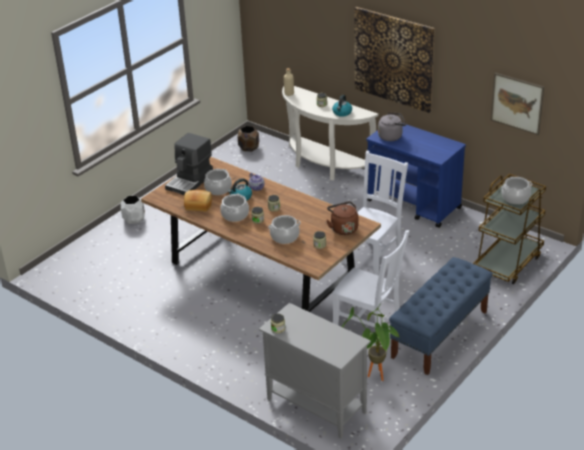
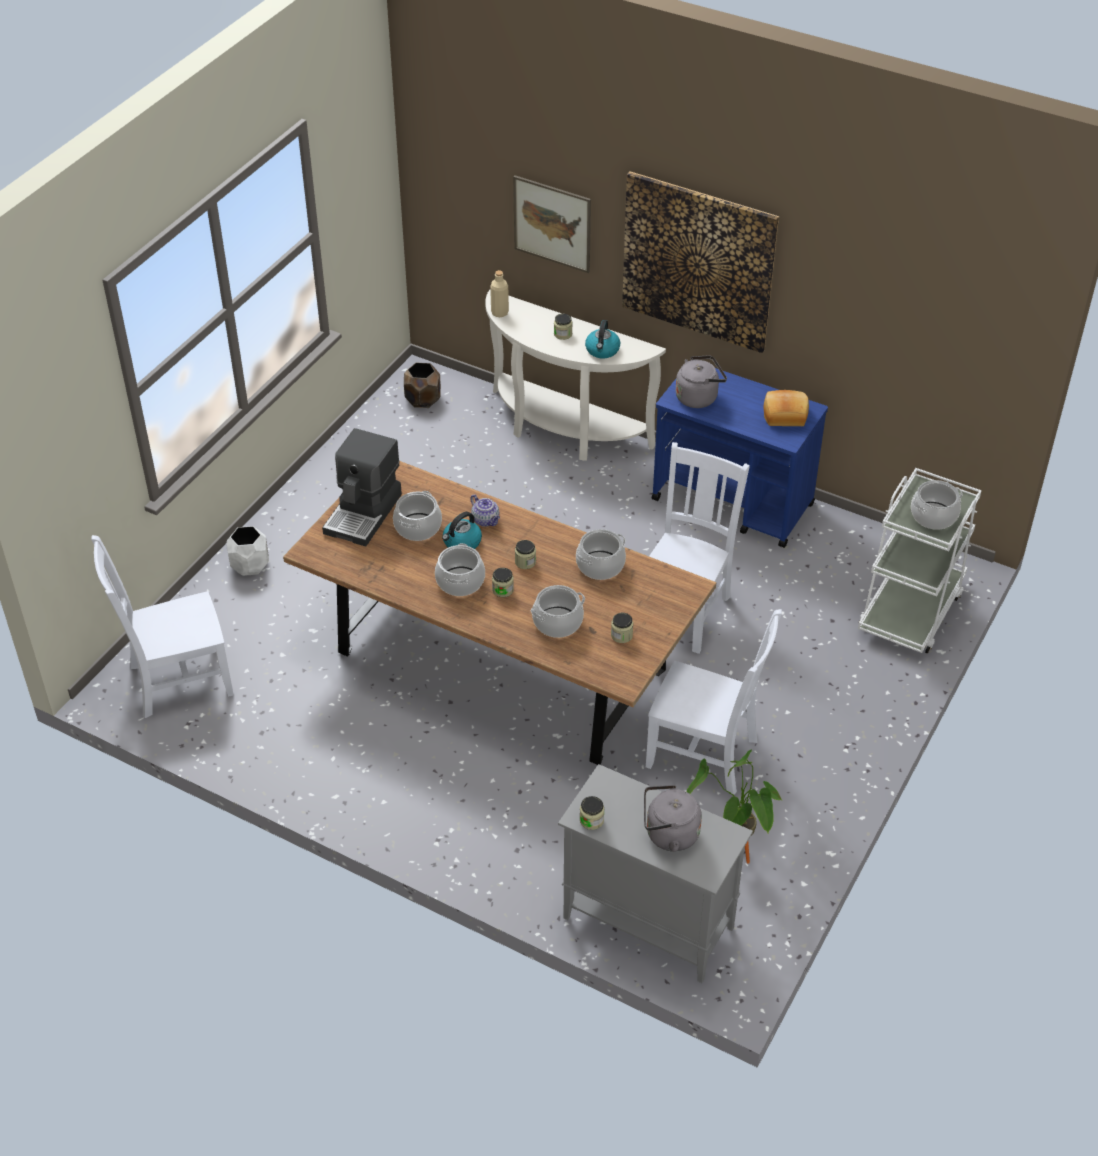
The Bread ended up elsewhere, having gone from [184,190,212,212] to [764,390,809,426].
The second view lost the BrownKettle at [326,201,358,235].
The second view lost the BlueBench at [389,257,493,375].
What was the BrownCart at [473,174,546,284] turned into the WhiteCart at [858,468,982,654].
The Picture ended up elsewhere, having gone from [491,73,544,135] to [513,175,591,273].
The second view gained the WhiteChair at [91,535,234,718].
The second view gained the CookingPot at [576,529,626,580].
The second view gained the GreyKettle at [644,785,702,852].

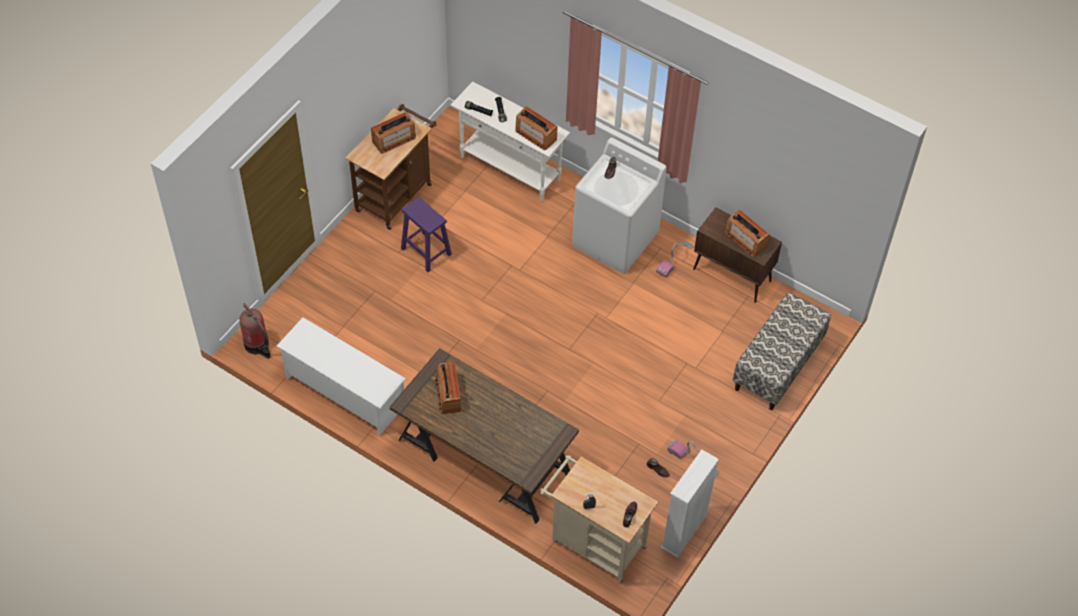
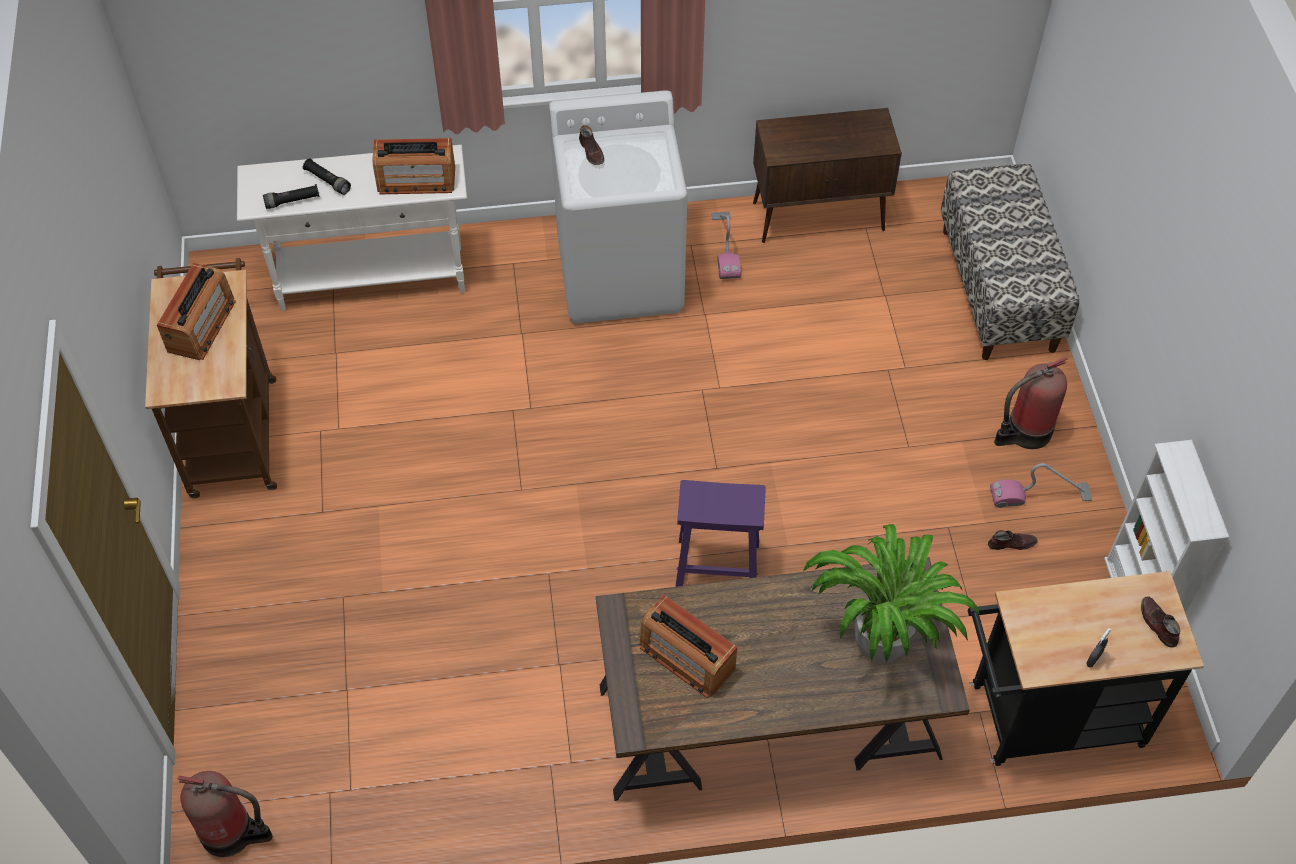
The second view lost the WhiteShoeRack at [276,317,406,436].
The PurpleStool ended up elsewhere, having gone from [401,197,452,272] to [675,480,766,587].
What was the BeigeCart at [540,455,658,583] turned into the BlackCart at [968,571,1204,766].
The second view lost the Radio at [725,209,770,257].
The second view gained the PottedPlant at [803,524,979,662].
The second view gained the FireExtinguisher at [994,357,1068,449].

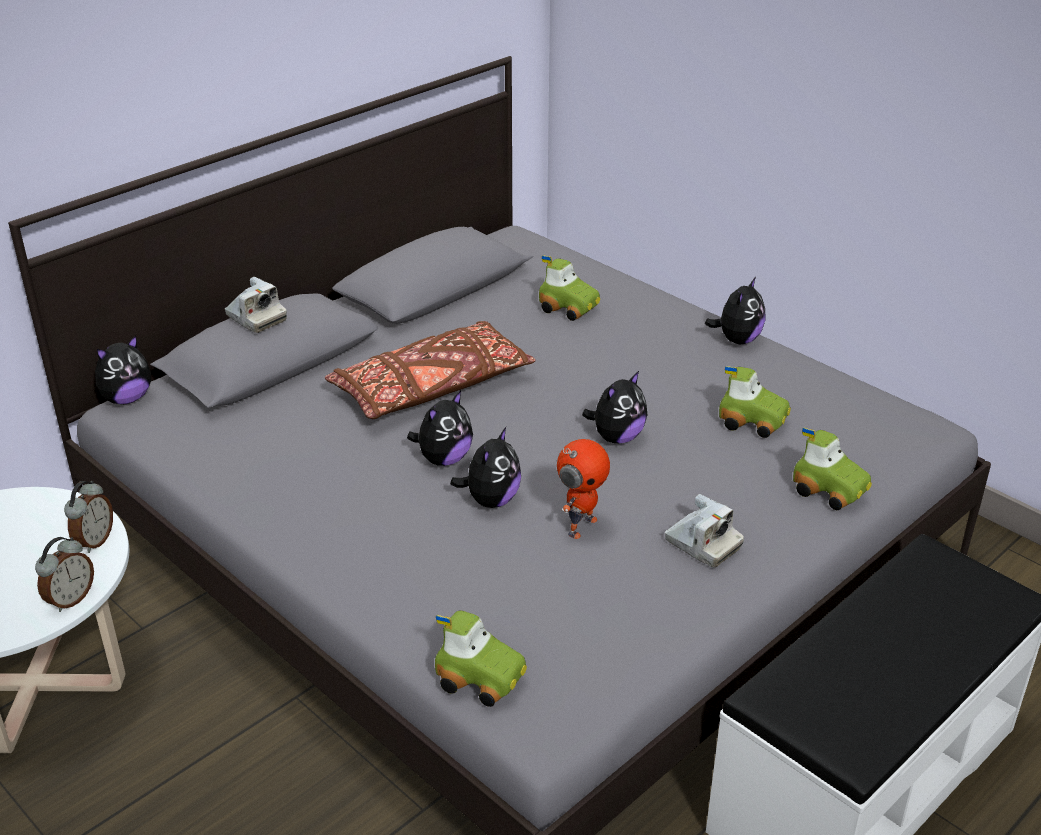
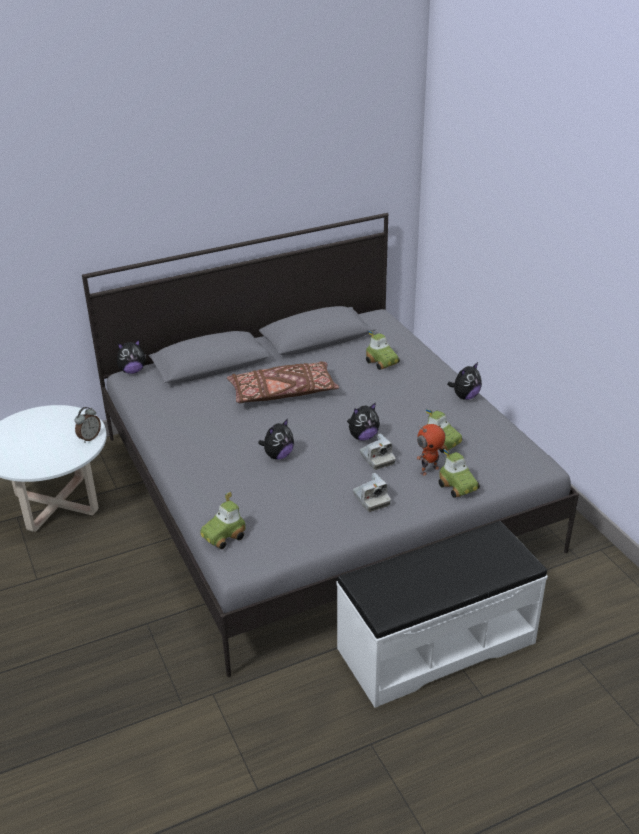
The second view lost the AlarmClock at [35,537,94,612].
The PhotoCamera ended up elsewhere, having gone from [225,277,287,333] to [360,433,396,470].
The second view lost the PlushToy at [407,391,473,466].
The ToyCar at [435,610,527,707] ended up facing another way, 90 degrees clockwise from before.
The ToyRobot ended up elsewhere, having gone from [557,439,610,539] to [416,424,445,476].

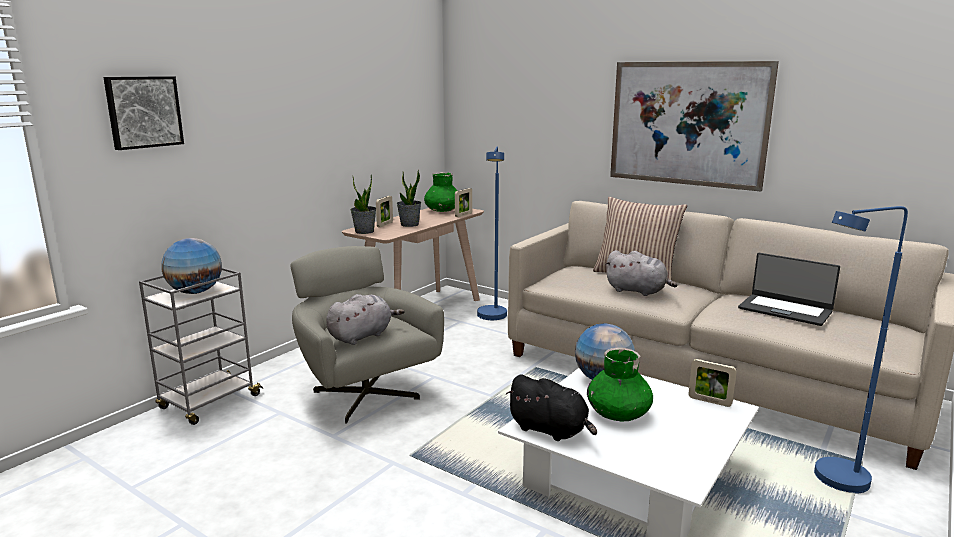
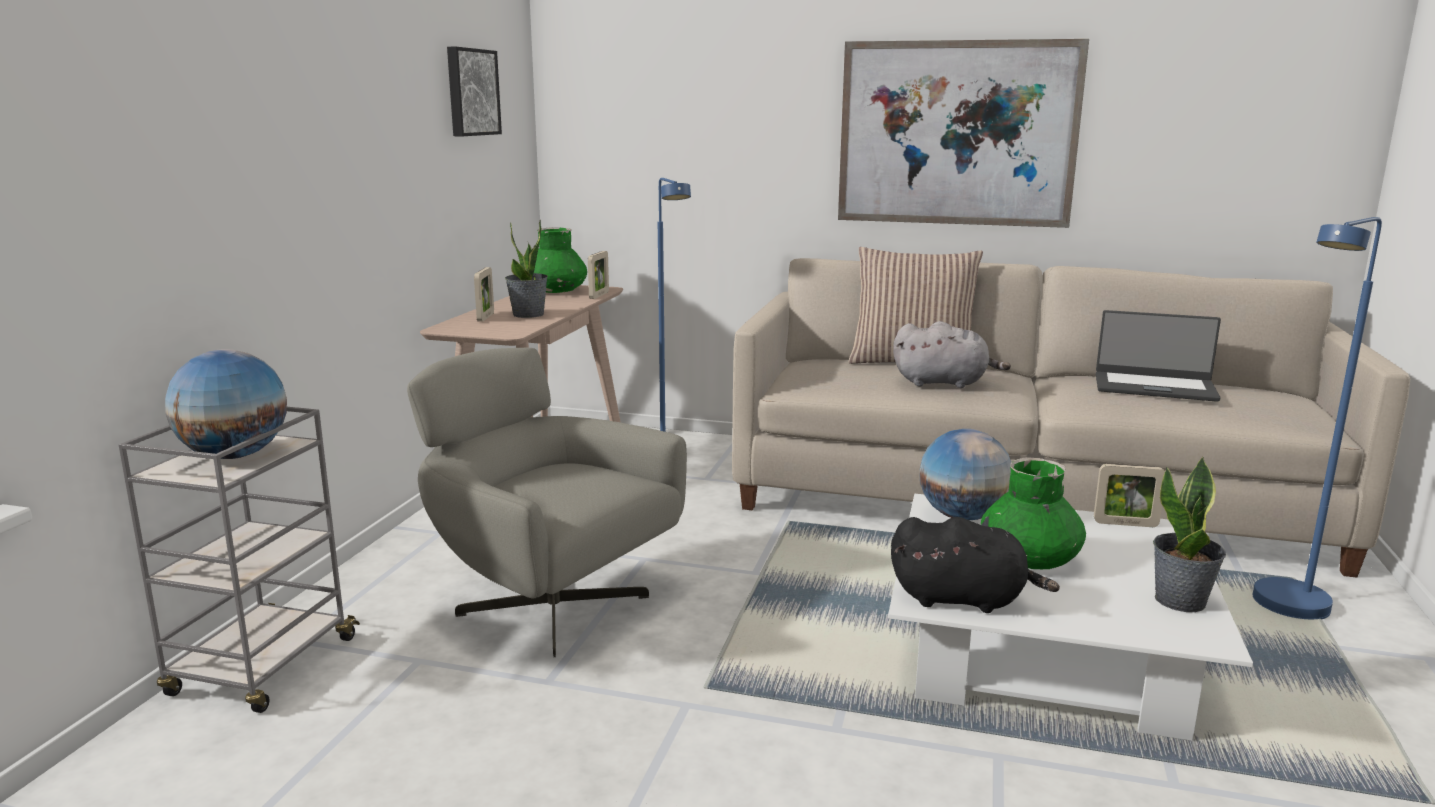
The Picture ended up elsewhere, having gone from [103,76,184,150] to [447,47,502,136].
The second view lost the GreyPlushToy at [326,294,404,345].
The PottedPlant ended up elsewhere, having gone from [350,174,377,234] to [1153,457,1226,612].

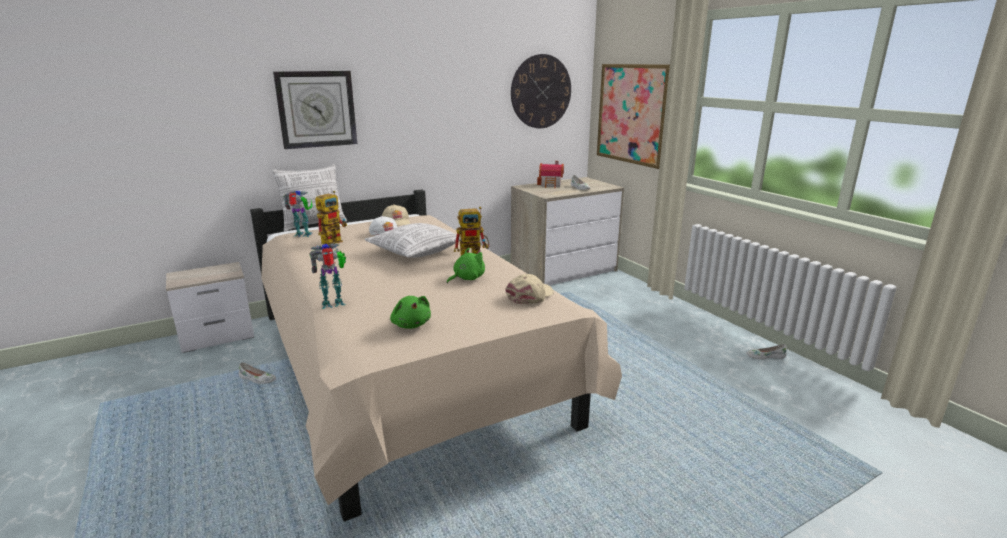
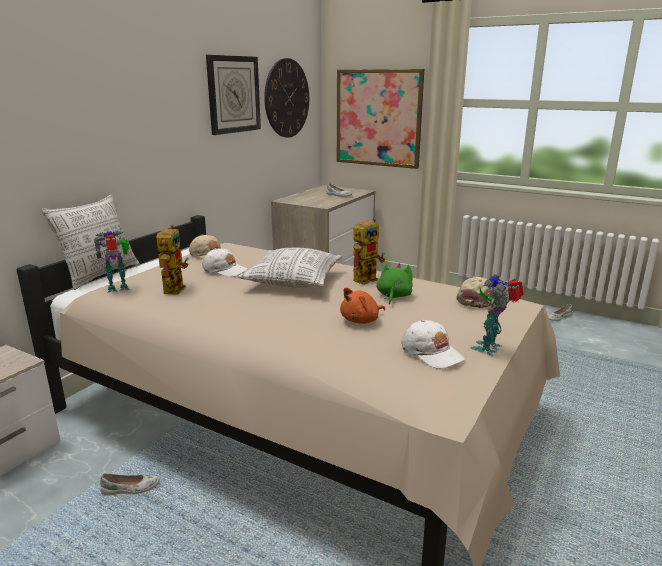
The WallClock ended up elsewhere, having gone from [273,71,357,149] to [206,55,261,135].
The ToyRobot ended up elsewhere, having gone from [309,243,346,309] to [471,274,524,356].
Where the GreenPlushToy stood at [390,296,431,329], the WhiteCap came to stand at [401,320,465,369].
The second view lost the ToyHouse at [537,161,564,188].
The second view gained the OrangePlushToy at [340,287,385,324].

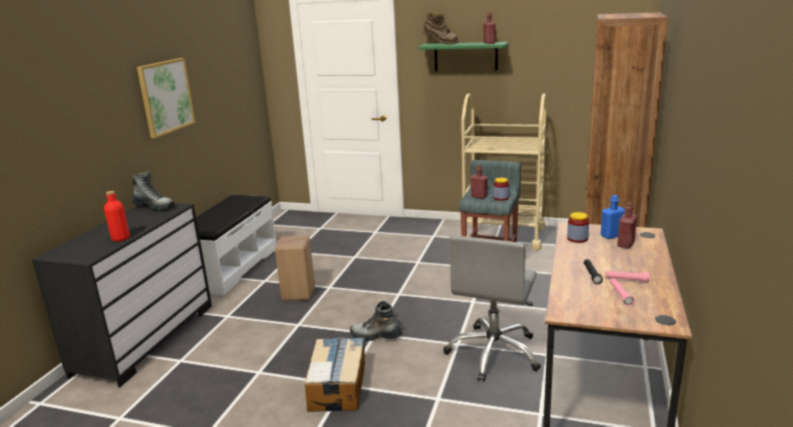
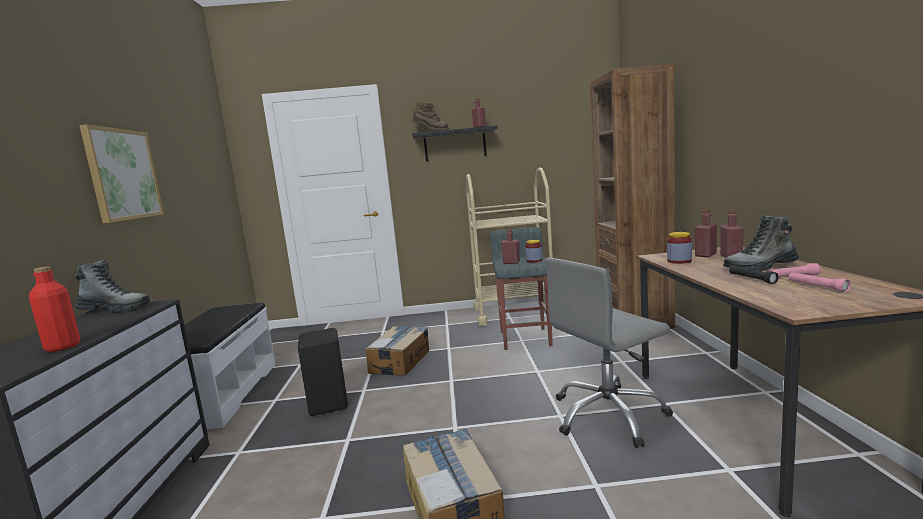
What was the BeigeStool at [275,235,315,301] turned into the BlackStool at [298,328,348,416].
The Boot ended up elsewhere, having gone from [350,301,402,341] to [723,215,799,272].
What was the GreenShelf at [418,42,509,71] turned into the BlackShelf at [412,126,498,161].
The GreyOfficeChair at [443,236,541,382] ended up facing another way, 60 degrees clockwise from before.
What was the BlueBottle at [601,195,625,239] turned into the RedBottle at [695,209,717,257].
The second view gained the CardboardBox at [365,326,429,376].

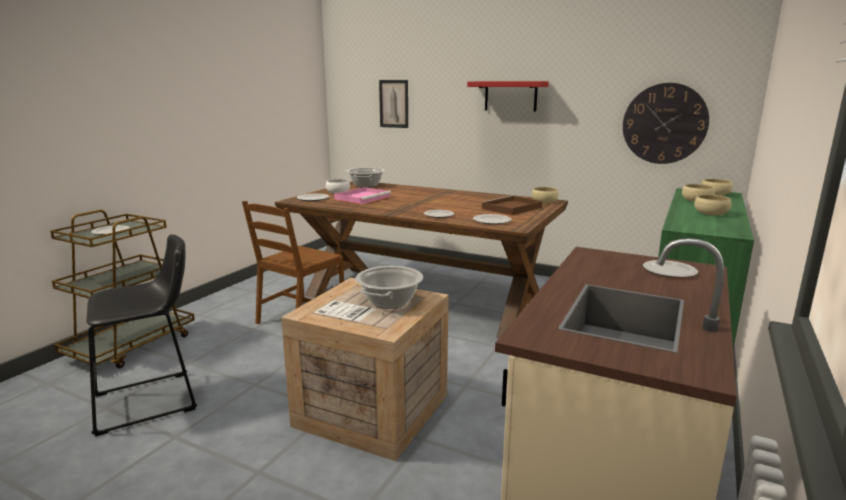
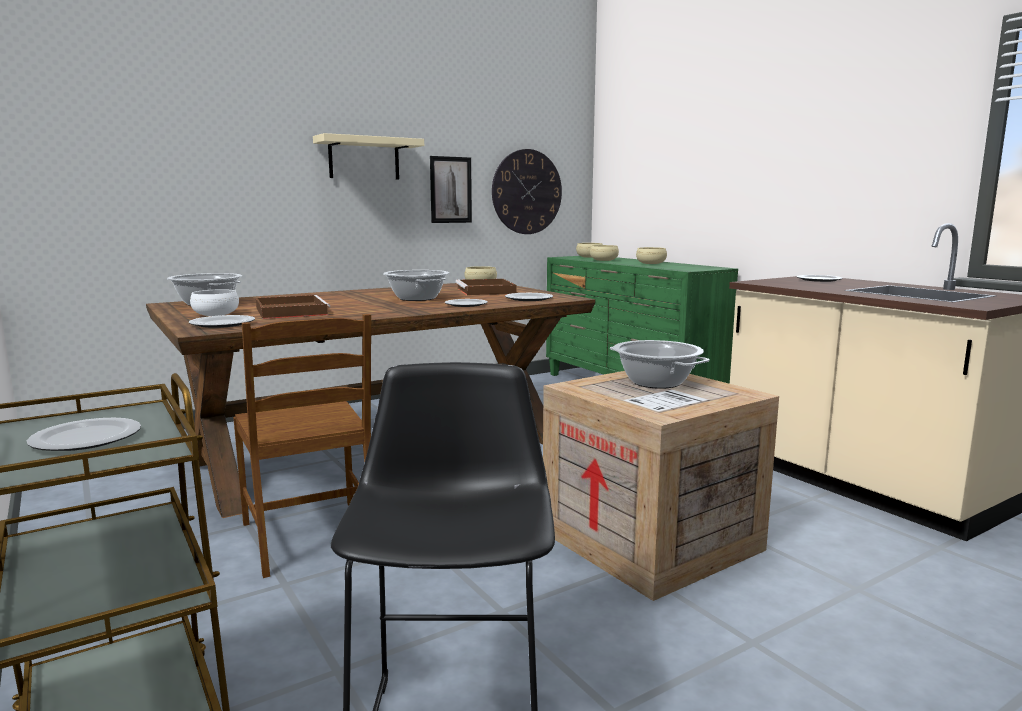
What was the PinkTray at [334,187,391,204] turned into the BrownTray at [256,295,331,319].
The Picture ended up elsewhere, having gone from [379,80,408,128] to [430,156,472,223].
What was the RedShelf at [467,81,549,112] turned into the BeigeShelf at [313,133,424,180].
The second view gained the CookingPot at [383,270,449,301].

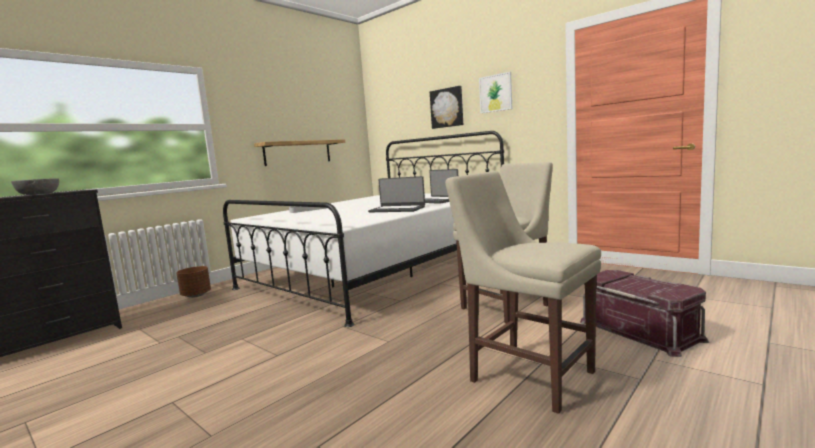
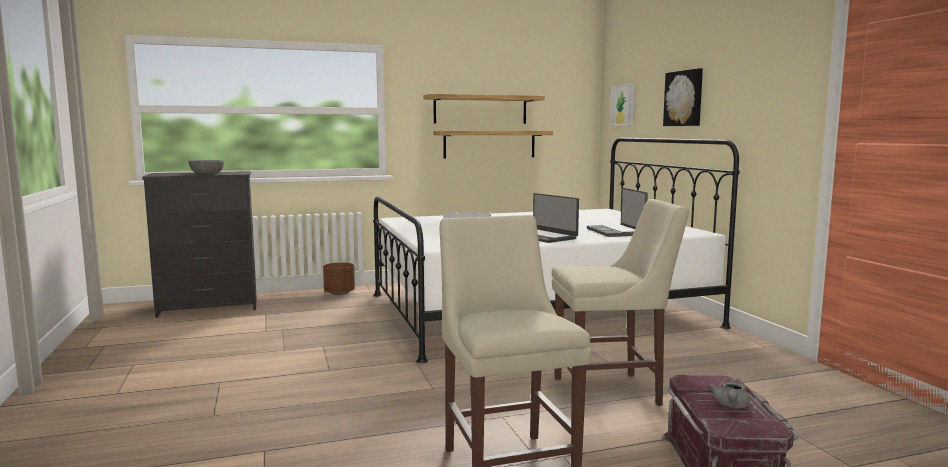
The Picture ended up elsewhere, having gone from [479,72,512,113] to [610,83,634,125].
The second view gained the Shelf at [423,94,545,124].
The second view gained the GreyTeapot at [709,381,750,408].

